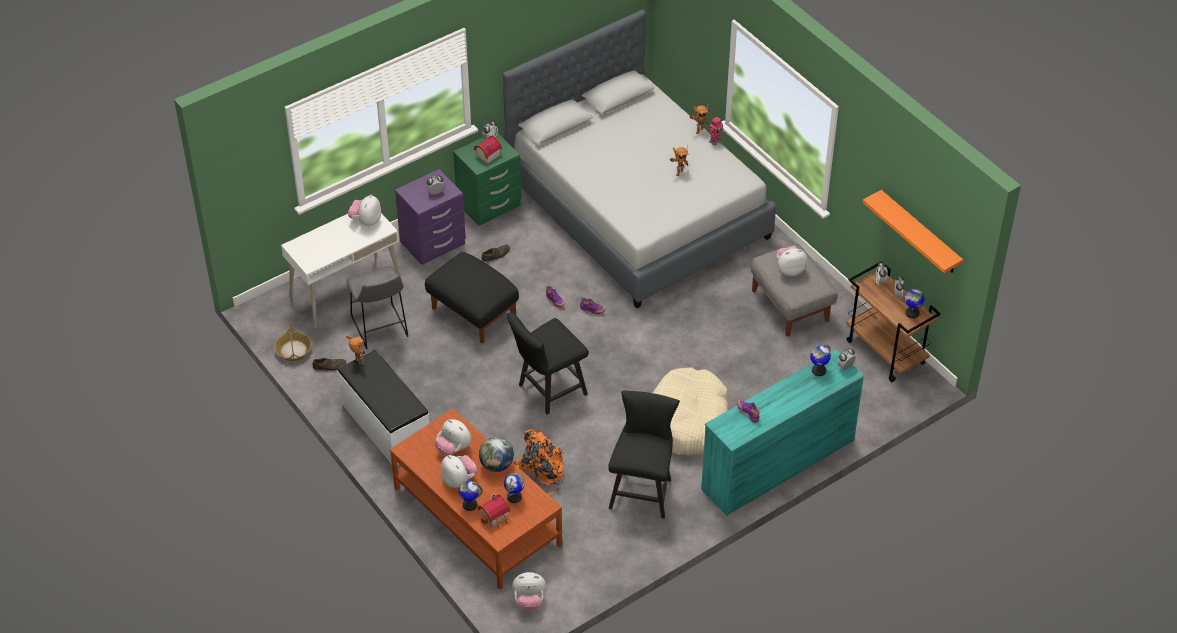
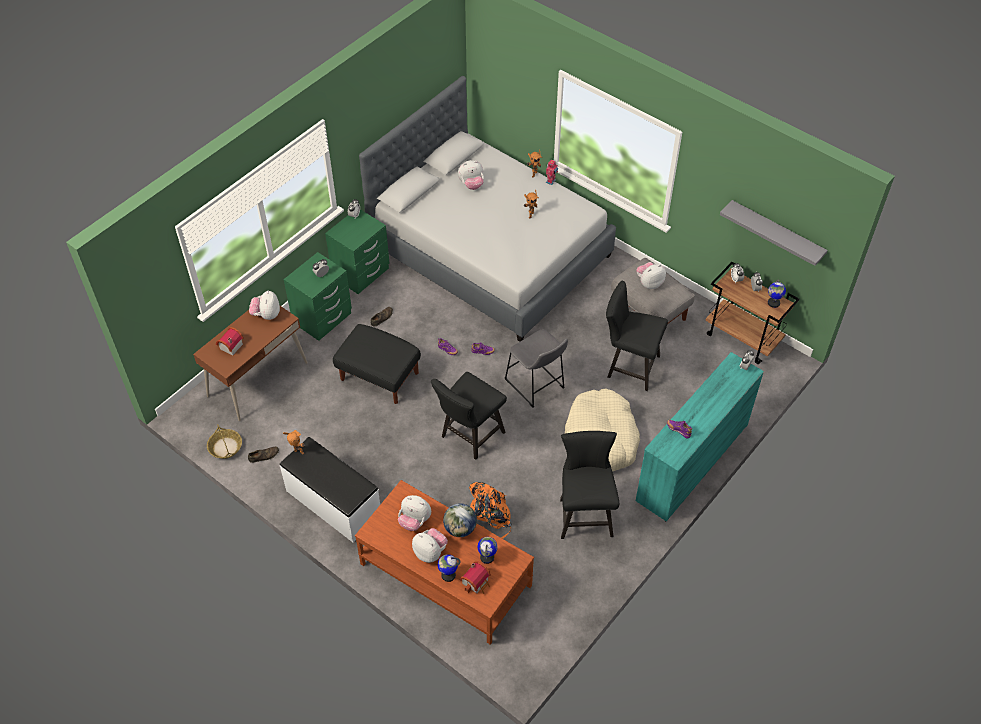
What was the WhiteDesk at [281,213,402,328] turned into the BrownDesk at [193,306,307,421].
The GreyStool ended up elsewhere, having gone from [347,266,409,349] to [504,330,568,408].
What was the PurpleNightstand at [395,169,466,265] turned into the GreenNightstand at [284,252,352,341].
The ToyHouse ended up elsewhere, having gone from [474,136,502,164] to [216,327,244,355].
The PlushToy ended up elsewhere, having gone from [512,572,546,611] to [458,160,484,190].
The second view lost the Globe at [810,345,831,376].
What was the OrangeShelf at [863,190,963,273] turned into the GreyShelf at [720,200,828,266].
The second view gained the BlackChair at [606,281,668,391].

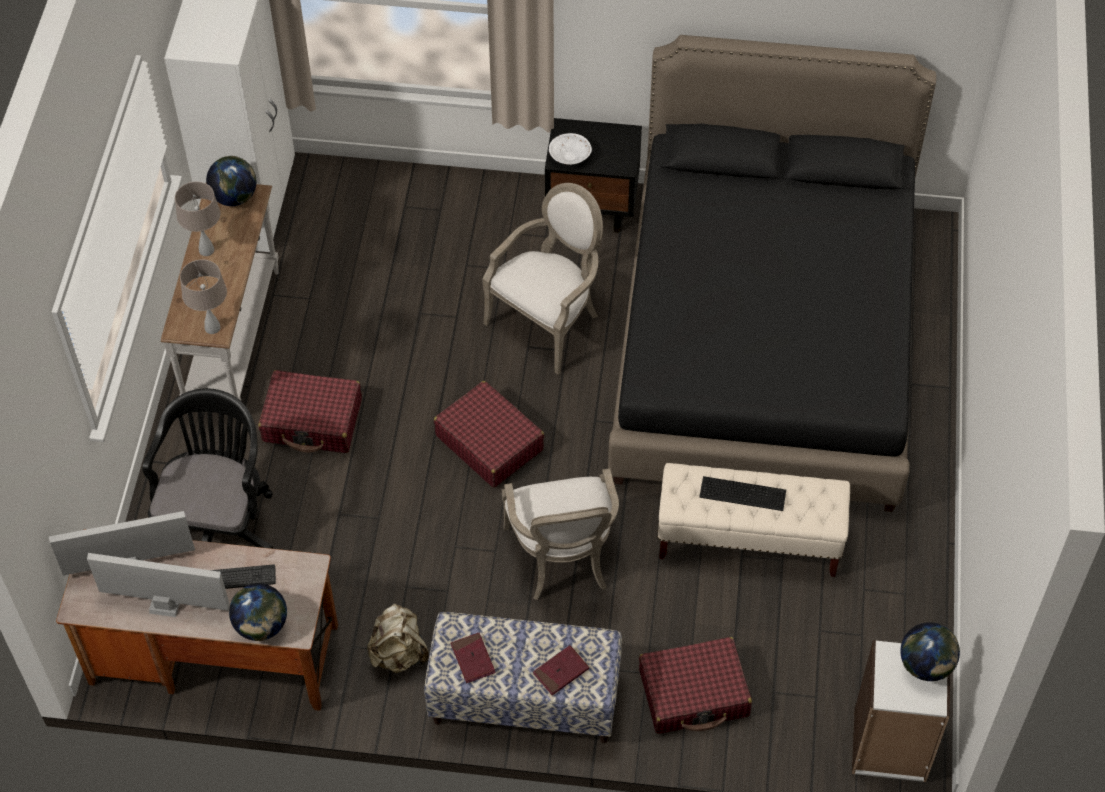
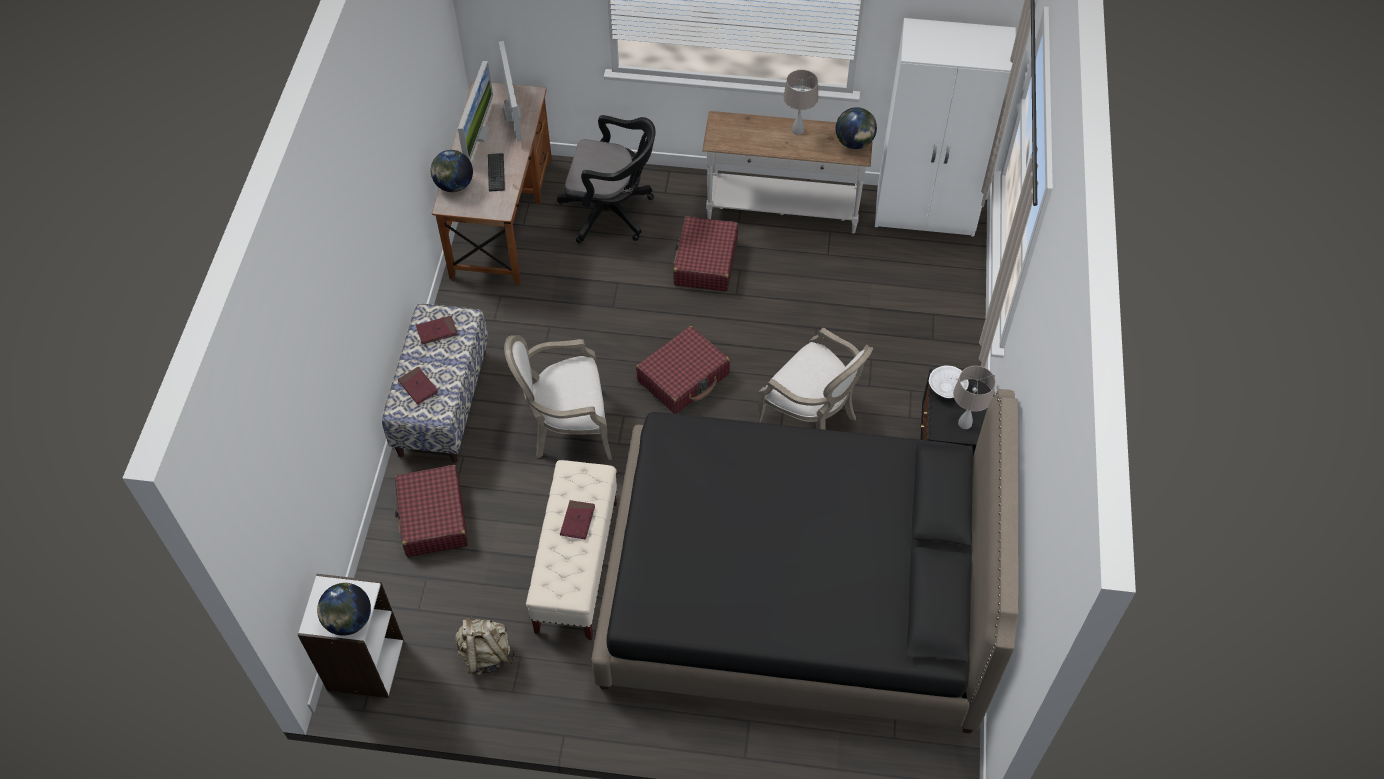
The BeigeTableLamp ended up elsewhere, having gone from [180,259,227,334] to [953,366,996,429].
The BeigeBackpack ended up elsewhere, having gone from [367,603,429,673] to [455,616,515,676].
Where the Keyboard stood at [699,476,786,511], the RedBook came to stand at [560,500,595,540].

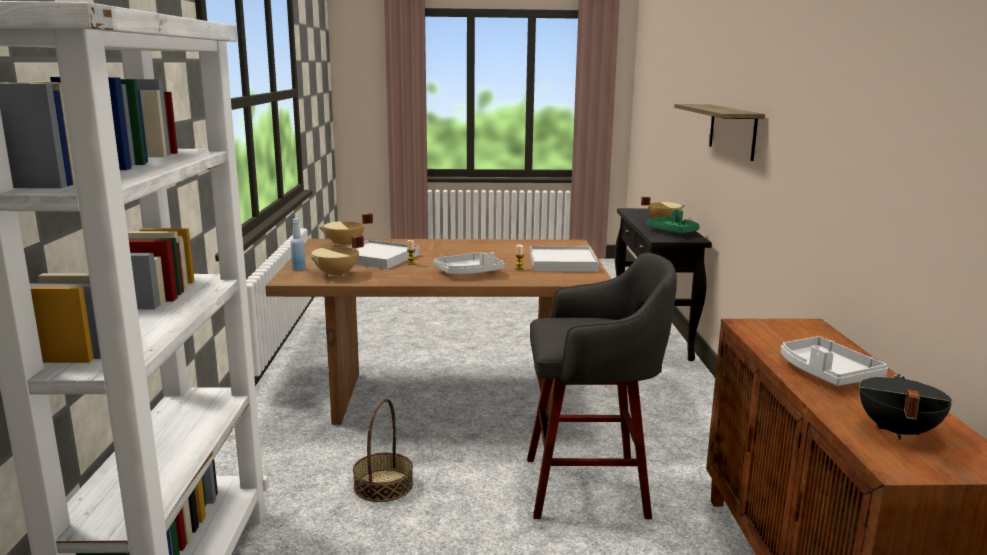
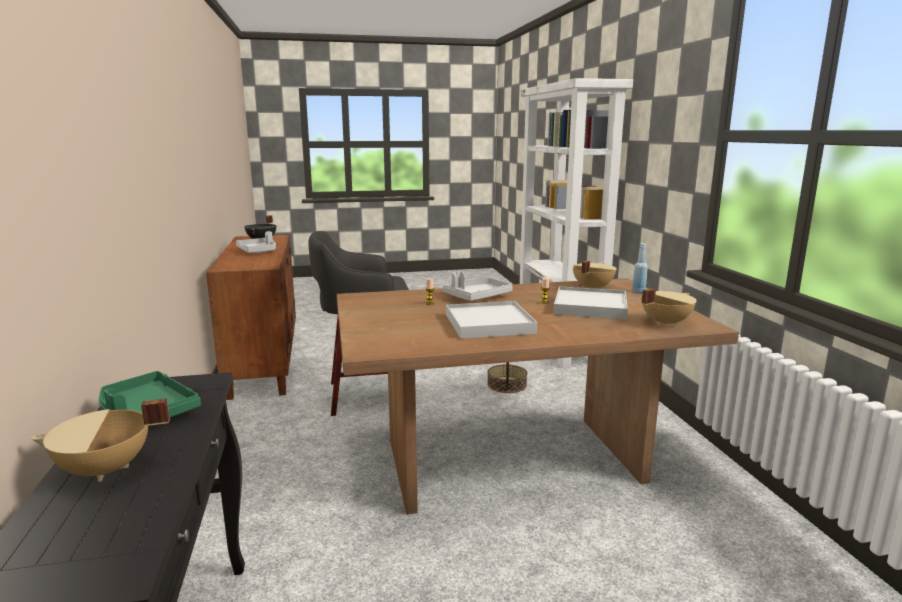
The WhiteTray ended up elsewhere, having gone from [530,246,599,272] to [446,301,537,339].
The second view lost the Shelf at [674,104,765,161].

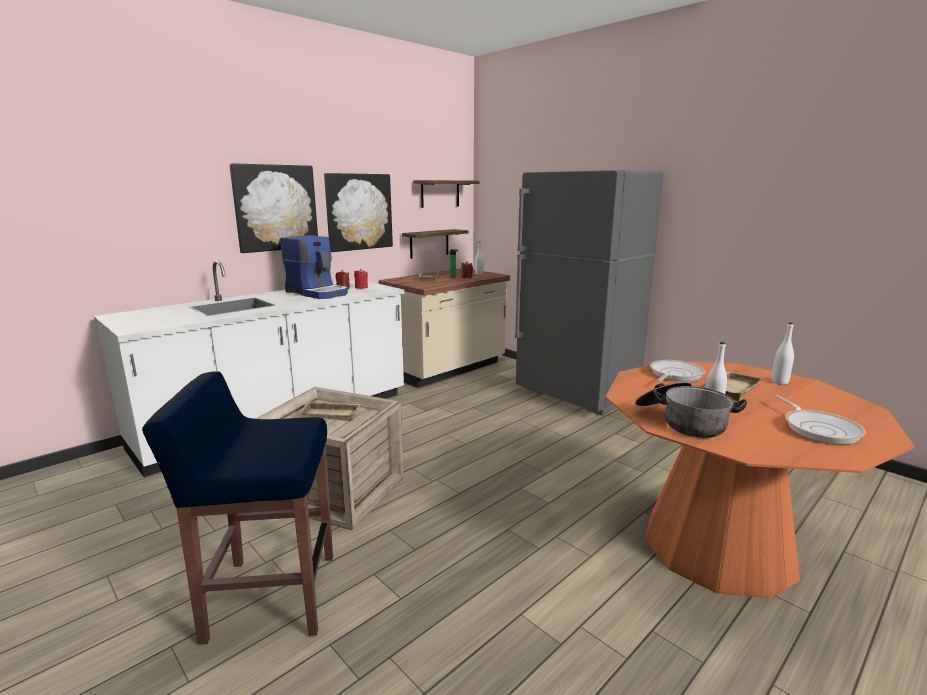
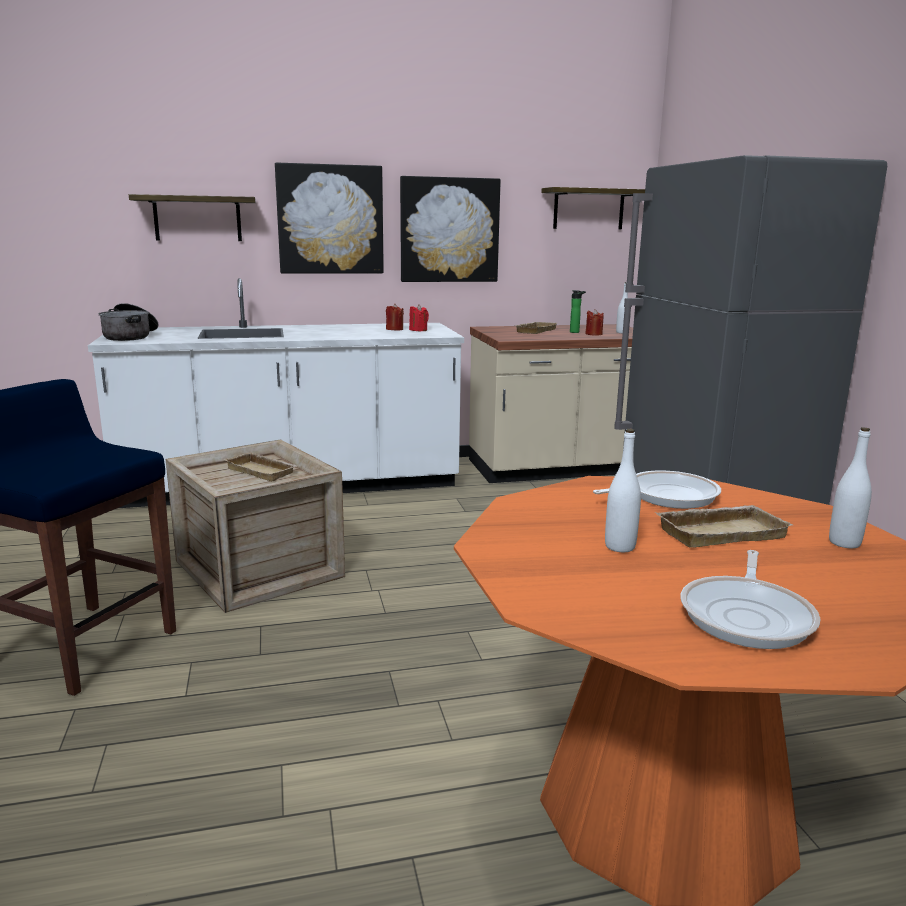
The second view lost the CoffeeMachine at [280,235,348,299].
The Shelf ended up elsewhere, having gone from [402,229,468,259] to [129,194,256,241].
The CookingPot ended up elsewhere, having gone from [635,382,747,438] to [98,303,159,341].

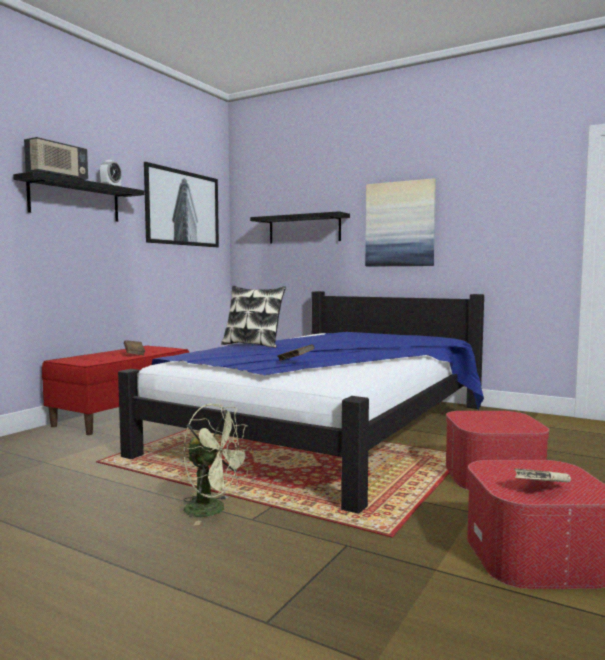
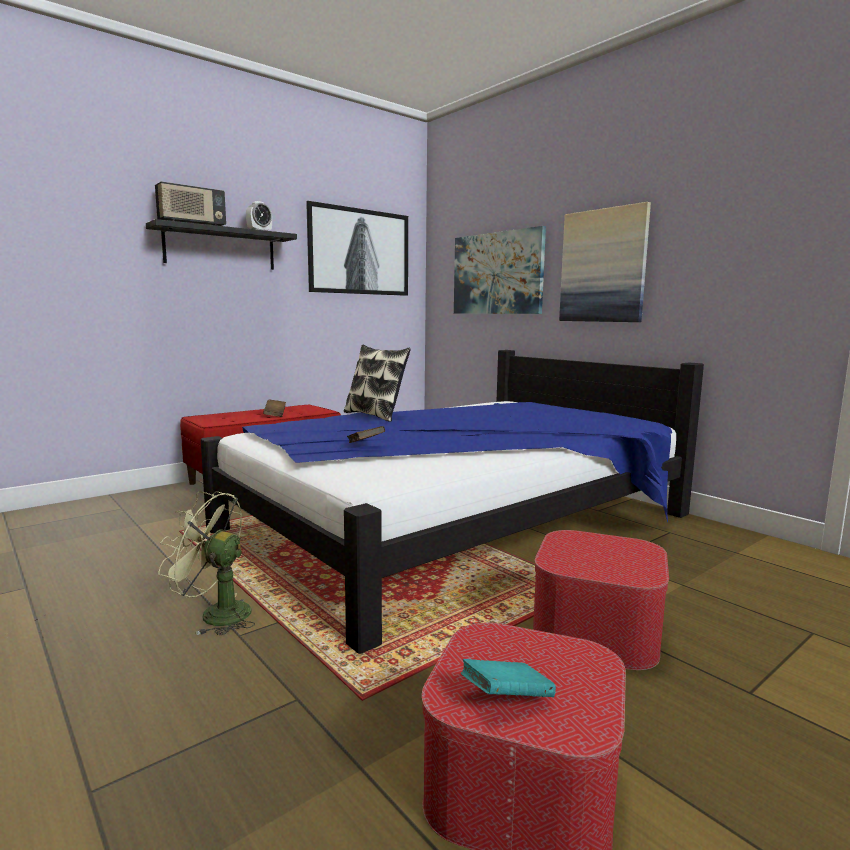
The GreenFan at [183,404,252,525] ended up facing another way, 150 degrees clockwise from before.
Where the BlackShelf hung at [250,211,350,243], the Picture came to hang at [454,226,546,314].
What was the BeigeBook at [514,468,571,482] turned into the TurquoiseBook at [461,659,556,697].

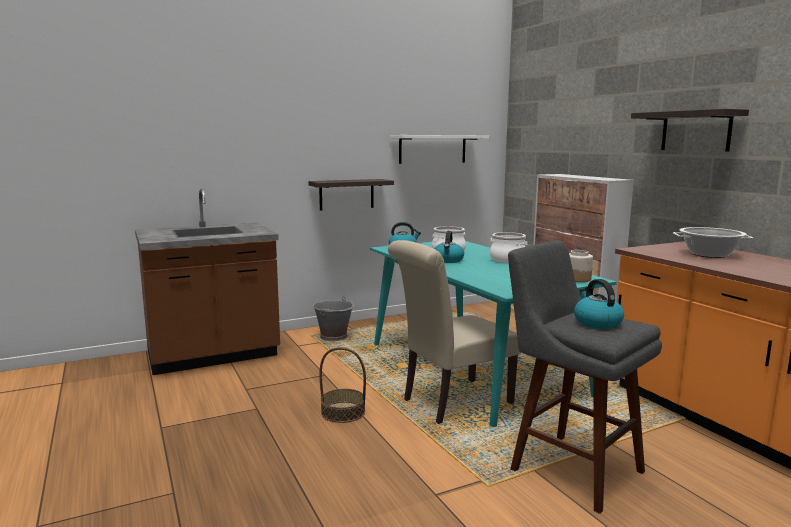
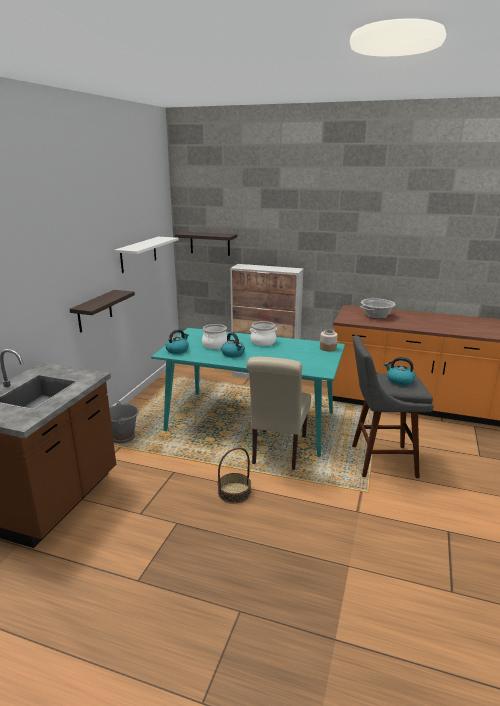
The Shelf ended up elsewhere, having gone from [631,109,749,152] to [175,232,237,256].

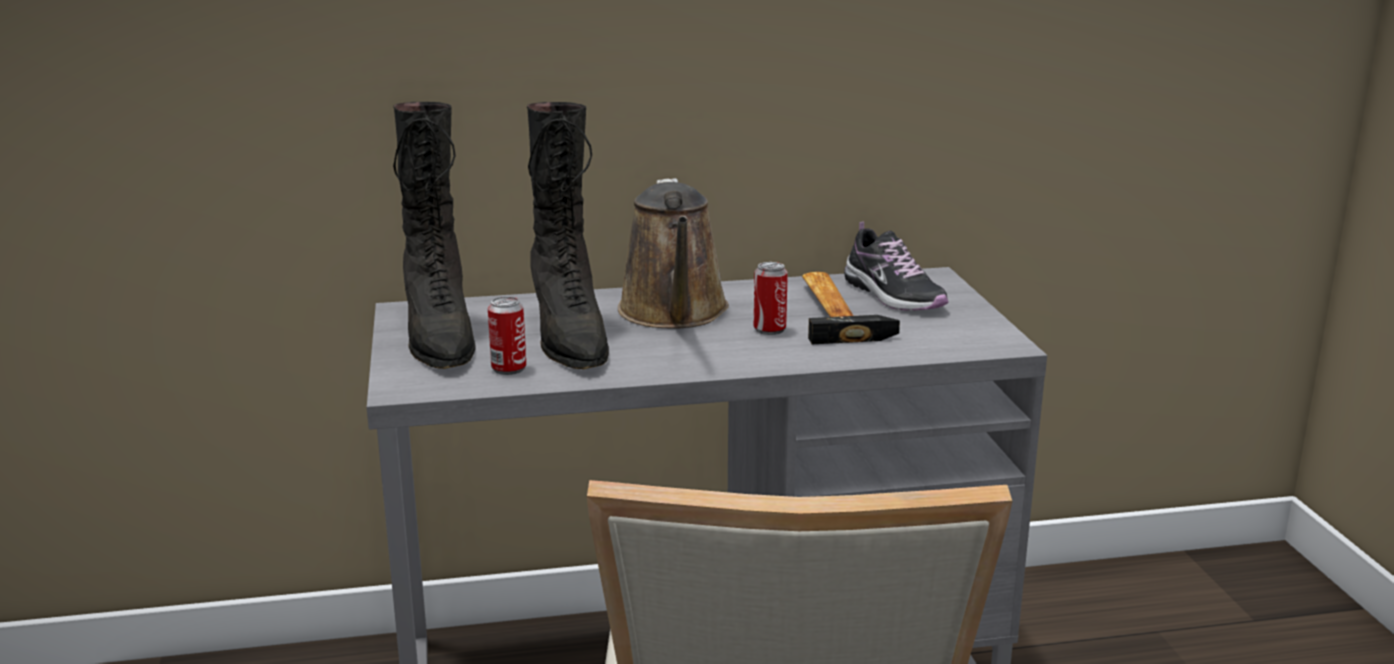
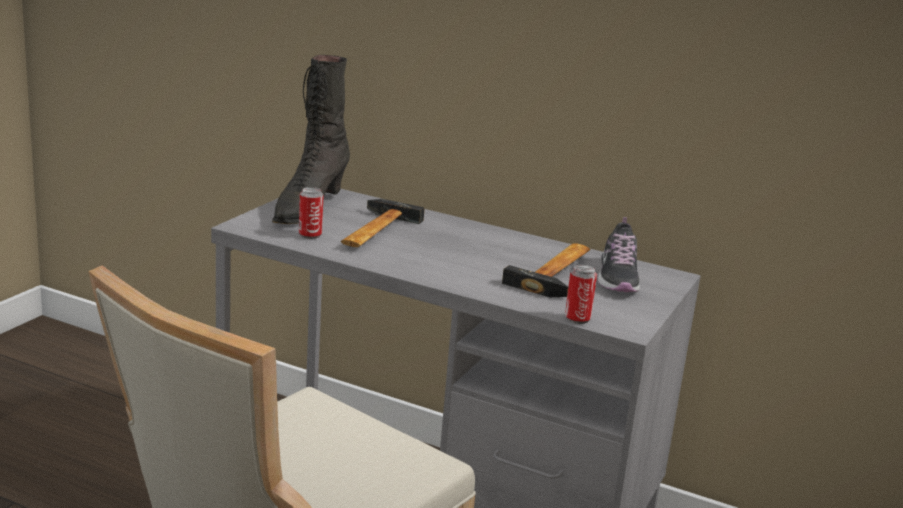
Where the BlackBoot stood at [527,102,609,369], the Hammer came to stand at [341,199,425,247].
The second view lost the BrownWateringCan at [618,178,729,328].
The Can ended up elsewhere, having gone from [754,262,788,335] to [565,265,597,324].

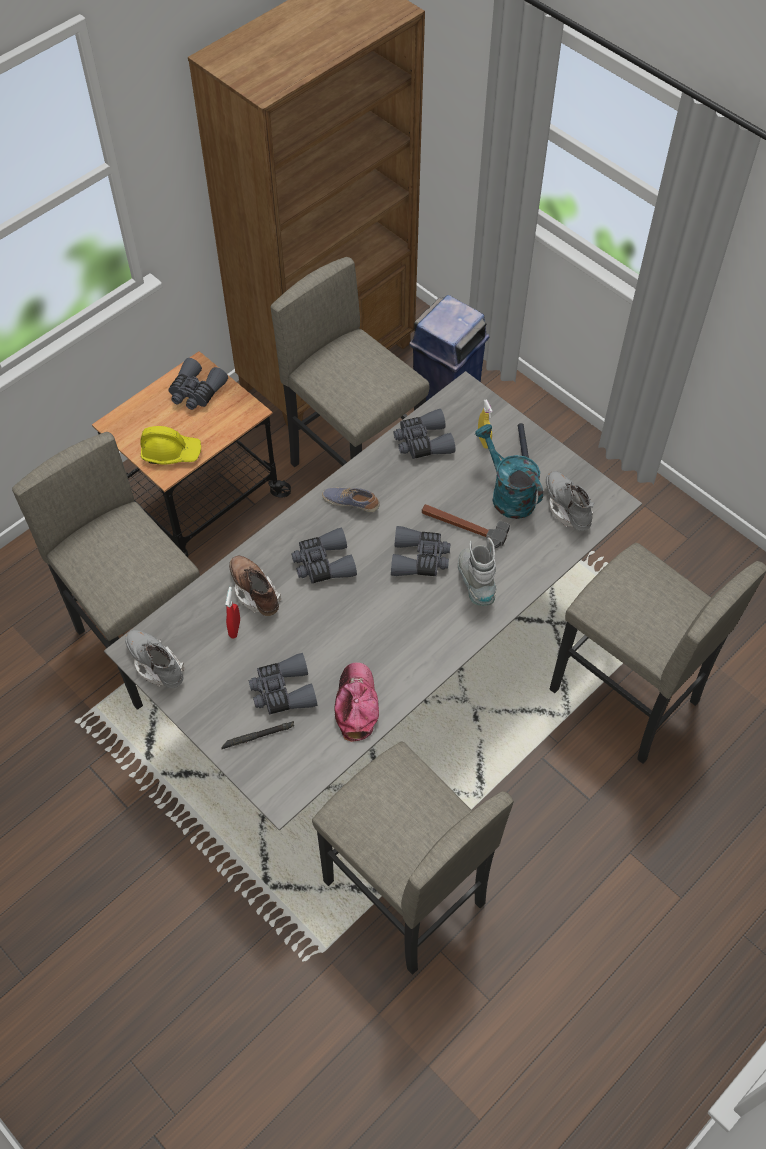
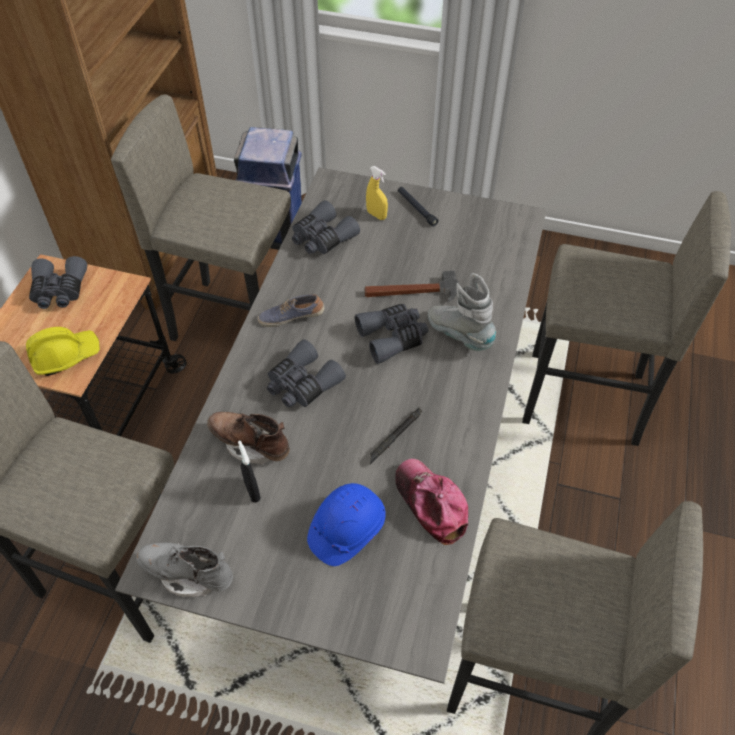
The BlackFlashlight ended up elsewhere, having gone from [221,721,294,749] to [370,408,422,465].
What was the RedSprayBottle at [225,587,240,638] turned into the BlackSprayBottle at [238,441,261,503].
Where the GreyBinoculars stood at [248,653,317,715], the BlueHardHat came to stand at [307,483,386,566].
The second view lost the TurquoiseWateringCan at [475,424,543,519].
The second view lost the GreyBoot at [546,471,594,531].

